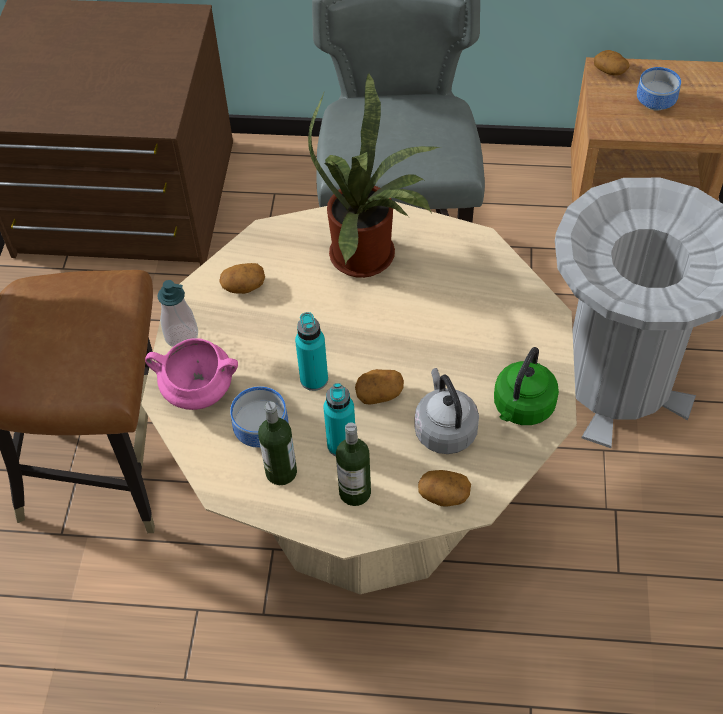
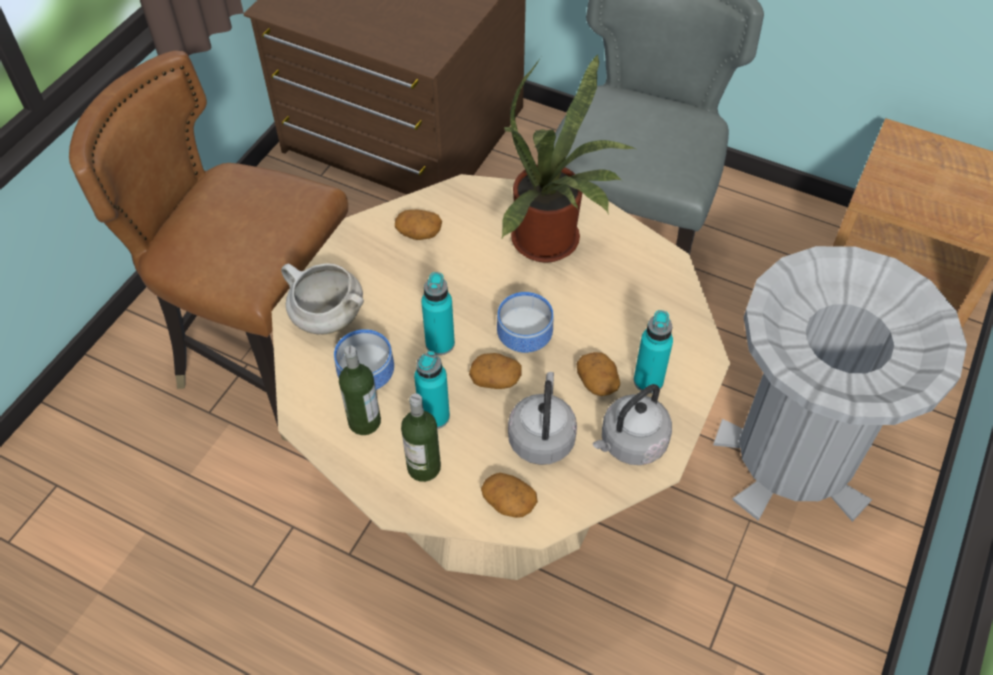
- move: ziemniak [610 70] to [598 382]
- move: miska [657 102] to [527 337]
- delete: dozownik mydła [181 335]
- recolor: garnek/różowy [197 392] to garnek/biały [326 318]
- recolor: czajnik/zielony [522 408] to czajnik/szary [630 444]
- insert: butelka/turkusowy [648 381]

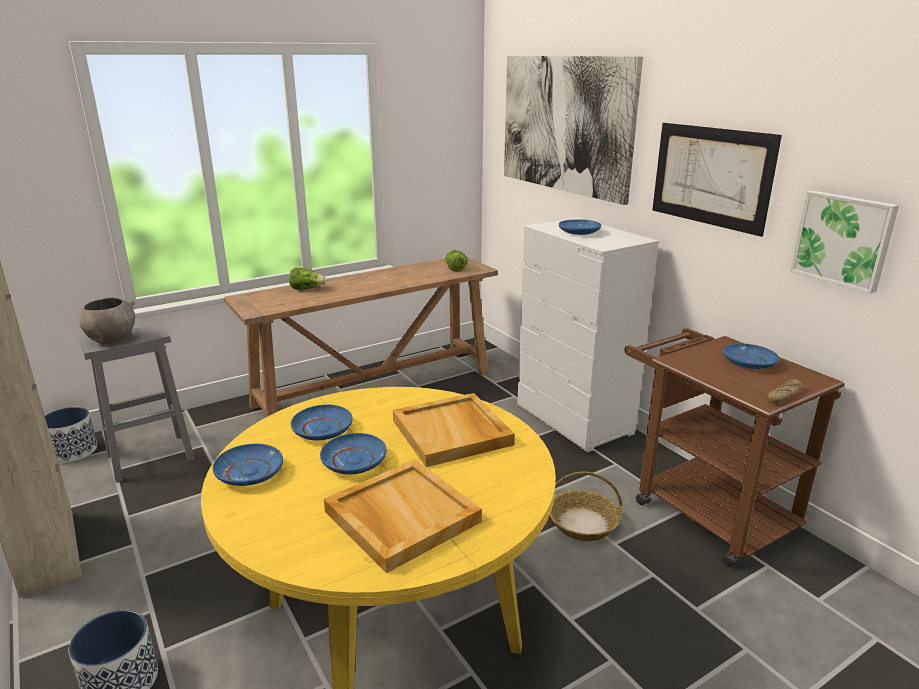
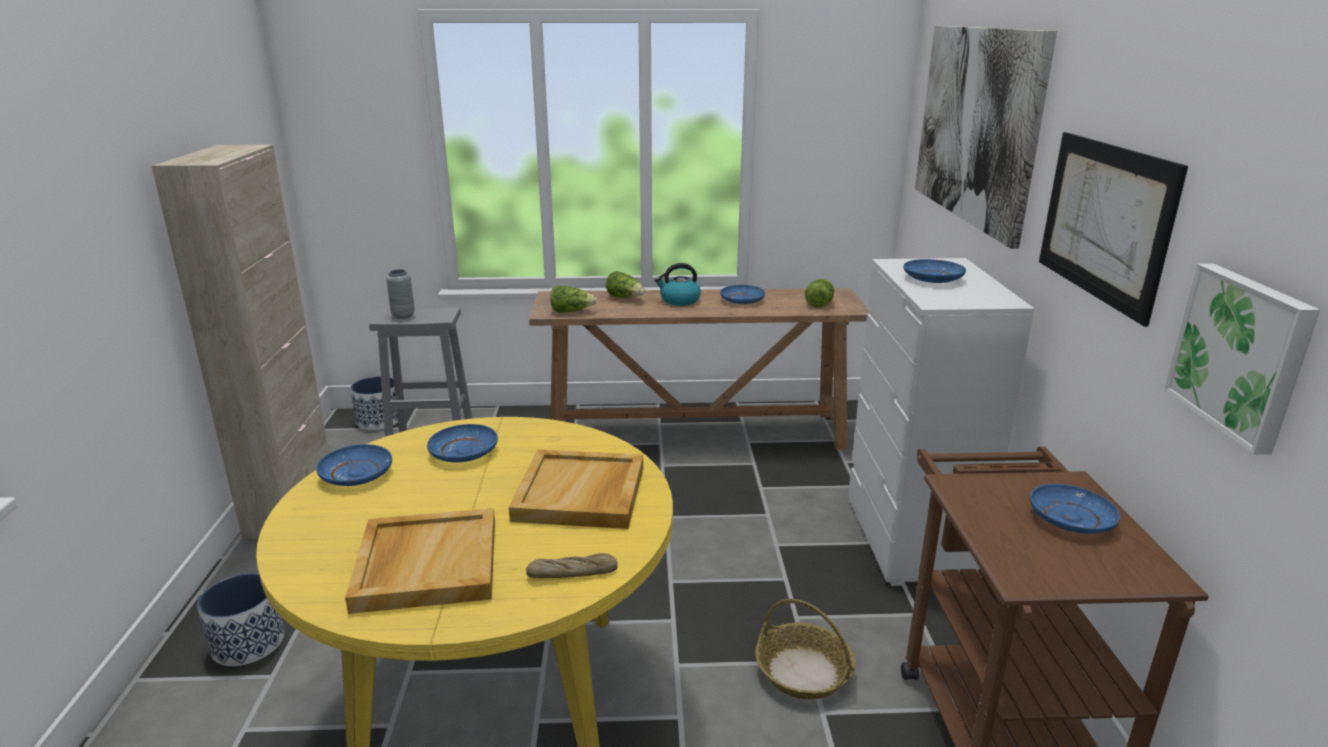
- replace: miska/szary [112 339] to wazon/szary [403 315]
- move: chleb [784 396] to [572 573]
- move: talerz/niebieski [354 461] to [742 300]
- insert: czajnik [679 300]
- insert: sałata [571 311]

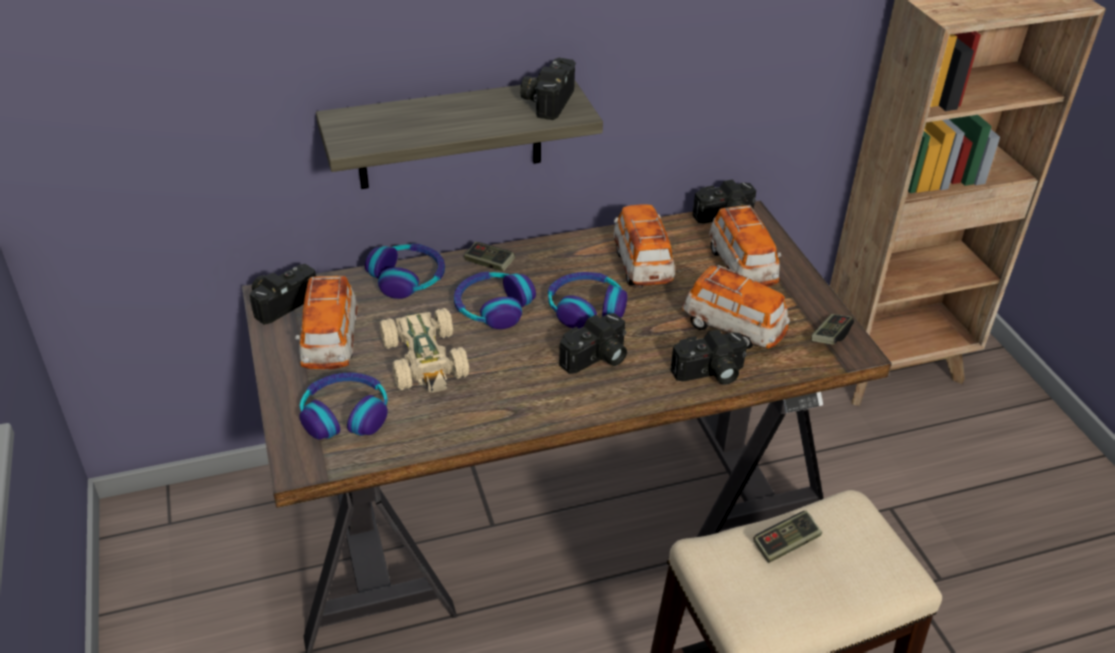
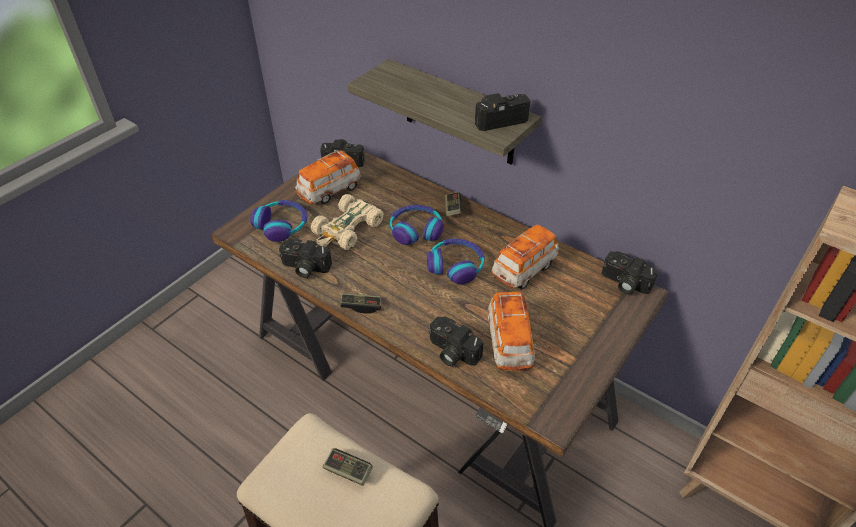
- delete: samochodzik [741 267]
- delete: słuchawki [408 278]
- move: aparat fotograficzny [597 359] to [304 268]
- move: pad do gier [830 336] to [361 306]

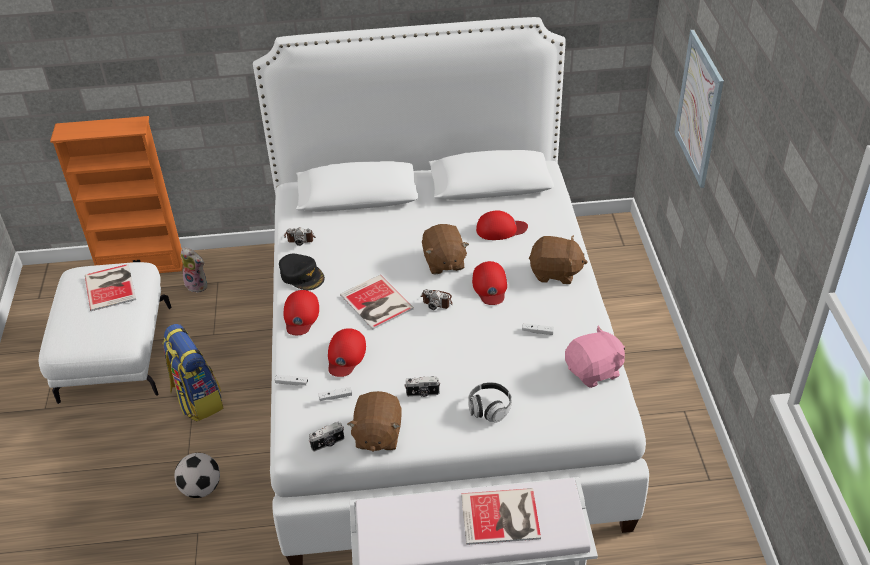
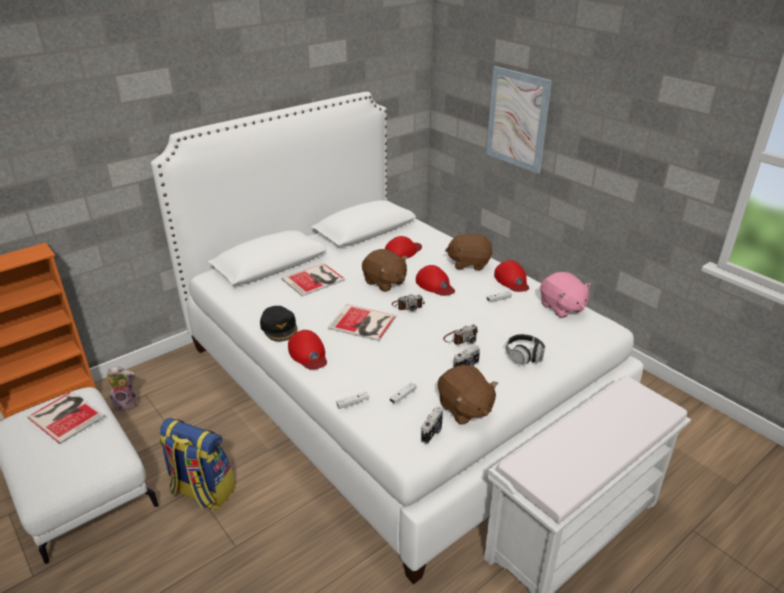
- move: aparat fotograficzny [300 238] to [460 338]
- rotate: pluszak/brązowy [555 273] = [469 263] 150 degrees counterclockwise
- rotate: czapka z daszkiem/czarny [302 275] = [279 327] 60 degrees clockwise
- rotate: pluszak/różowy [594 371] = [562 307] 120 degrees clockwise
- move: czapka z daszkiem/czerwony [345 355] to [512 280]
- delete: piłka futbolowa [201 488]
- move: książka [502 518] to [315 280]

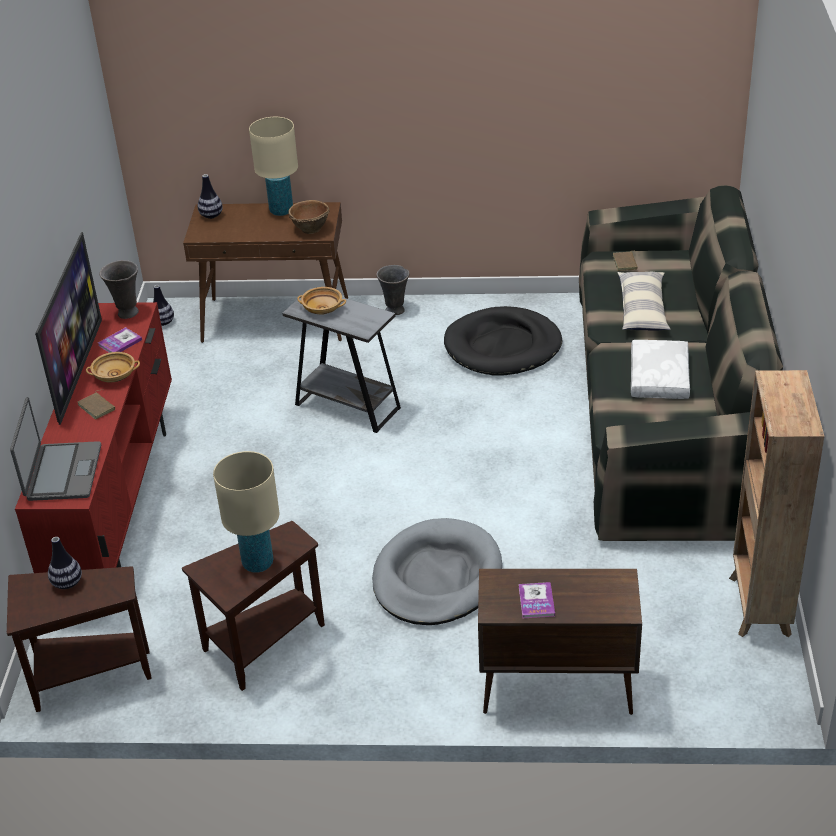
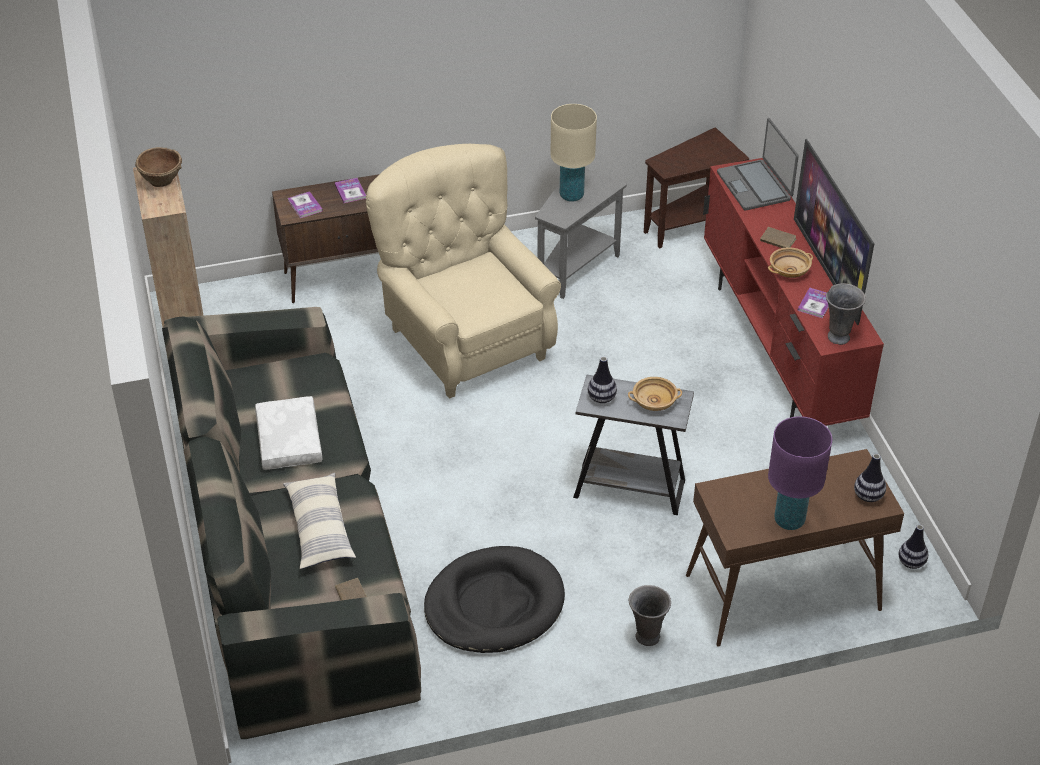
- recolor: lampa stołowa/beżowy [281 211] to lampa stołowa/fioletowy [789 520]
- move: miska/brązowy [310 229] to [162 180]
- replace: legowisko/szary [436 577] to fotel/beżowy [464 339]
- recolor: stolik/brązowy [263 645] to stolik/szary [576 267]
- move: wazon [67 583] to [601 398]
- insert: książka [305 206]

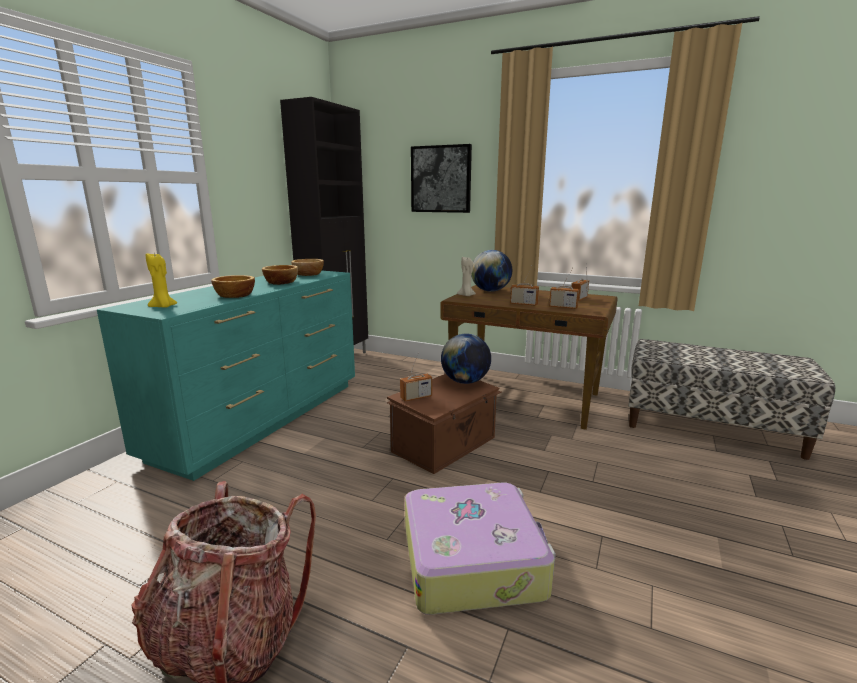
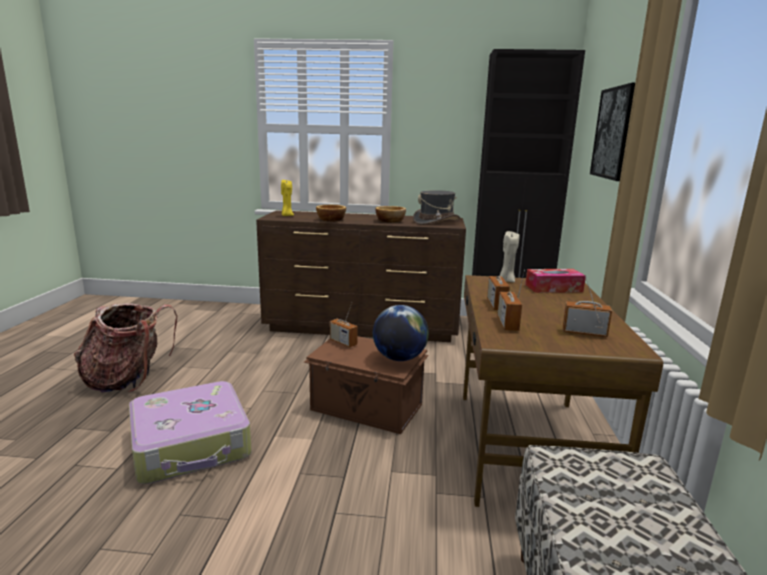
- replace: globus [490 291] to pudełko chusteczek [553 288]
- replace: miska [309 274] to kapelusz/szary [436 222]
- recolor: komoda/turkusowy [264 418] to komoda/brązowy [363 327]

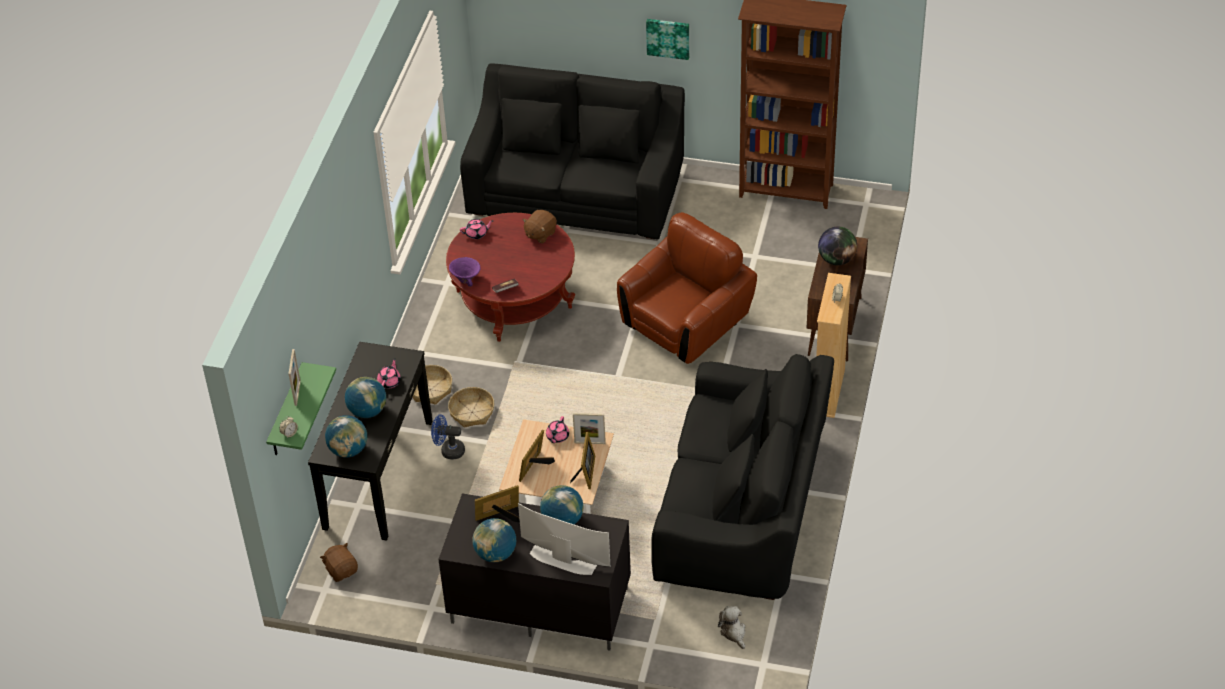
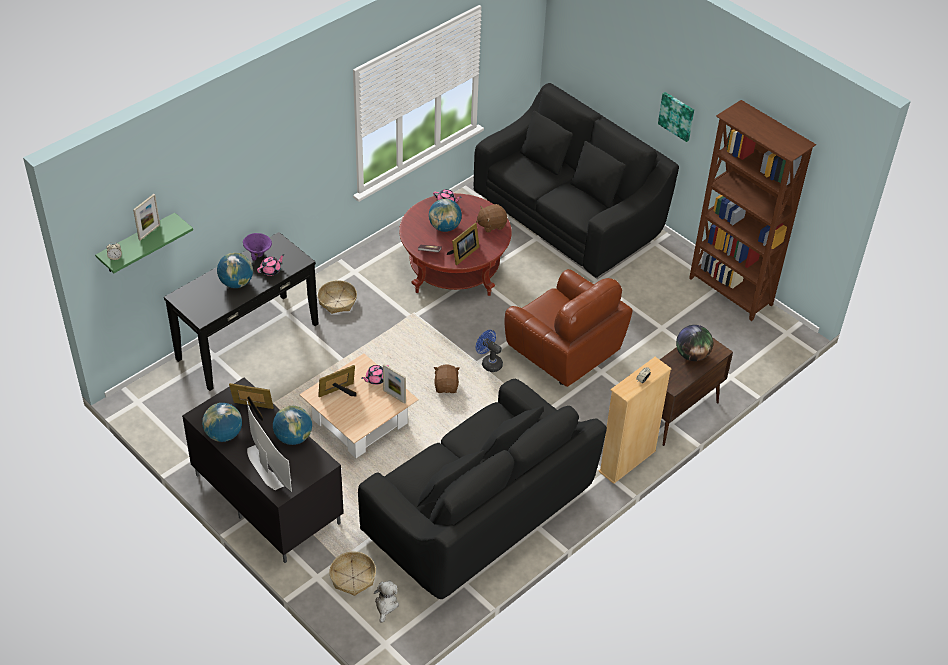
- rotate: fotel/brązowy [686 324] = [563 351] 60 degrees clockwise
- move: miska/fioletowy [466 279] to [258 253]
- move: koszyk [472 412] to [353 578]
- move: wentylator/niebieski [448 450] to [489 363]
- move: globus [348 450] to [444 227]
- move: ramka na zdjęcie [586 473] to [463 254]
- move: pluszak/brązowy [341 570] to [446 386]

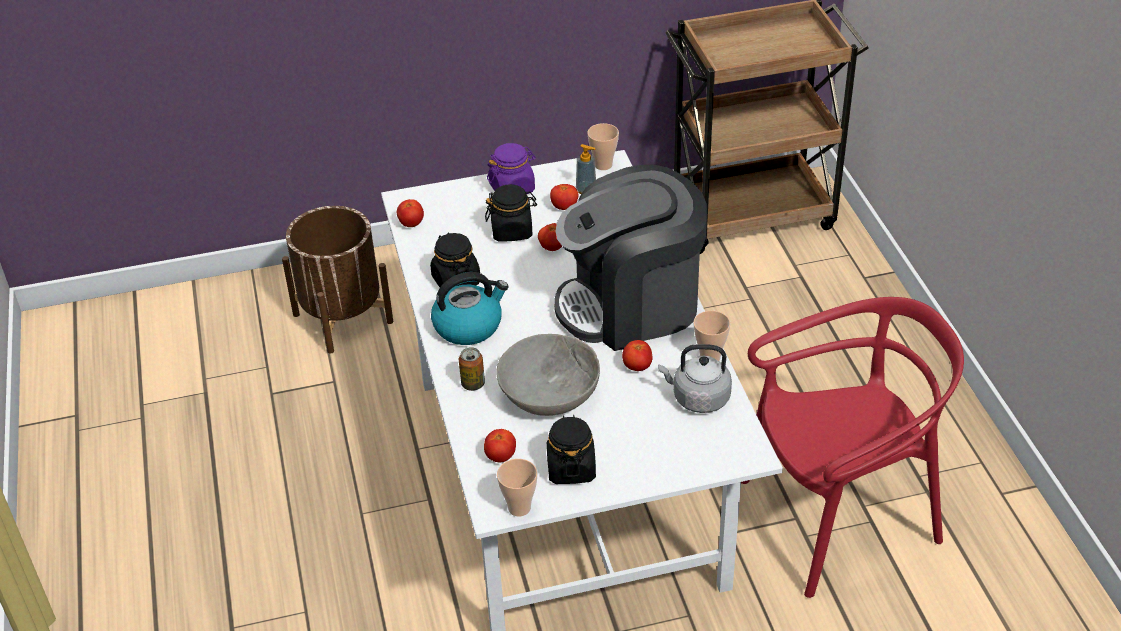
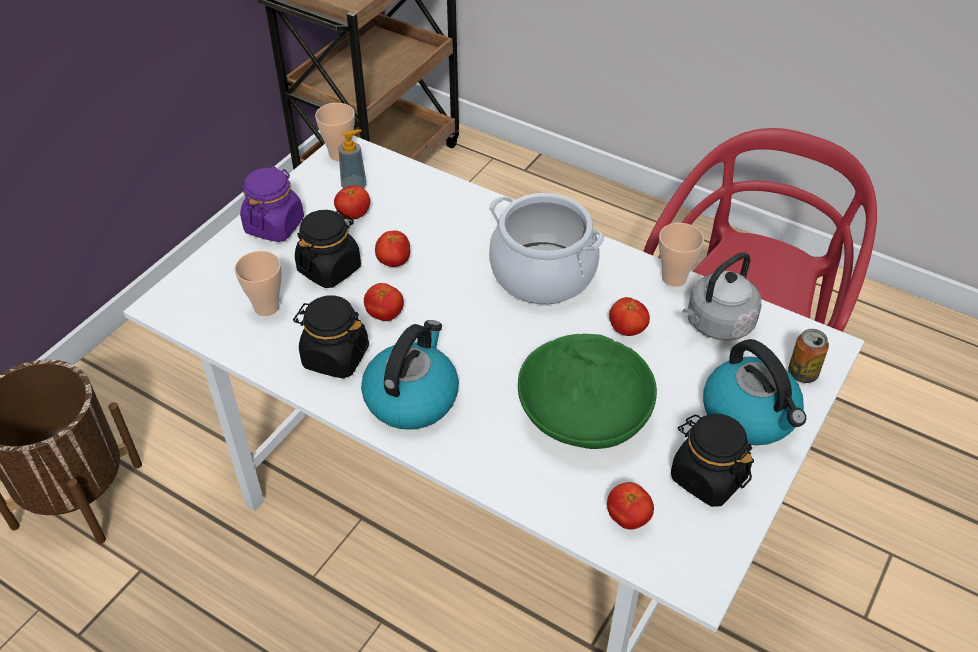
- replace: ekspres do kawy [631 305] to garnek [543 273]
- move: pomidor [411 223] to [385 315]
- recolor: miska/szary [549 392] to miska/zielony [583 413]
- move: puszka [473 384] to [802 373]
- move: filiżanka [519 508] to [266 307]
- insert: czajnik [750 415]

